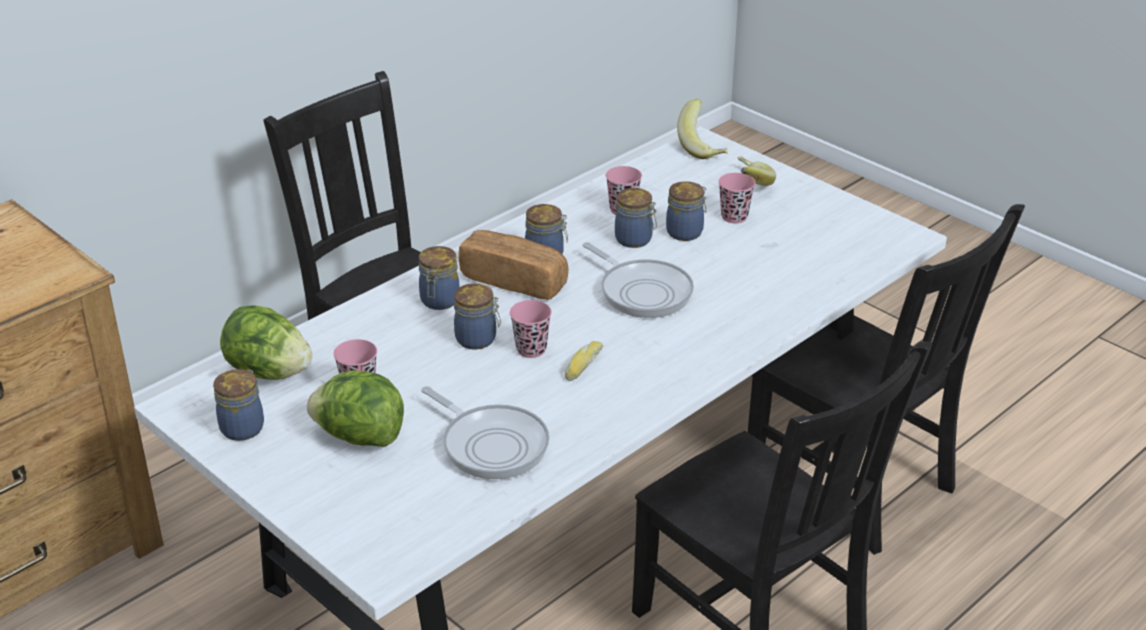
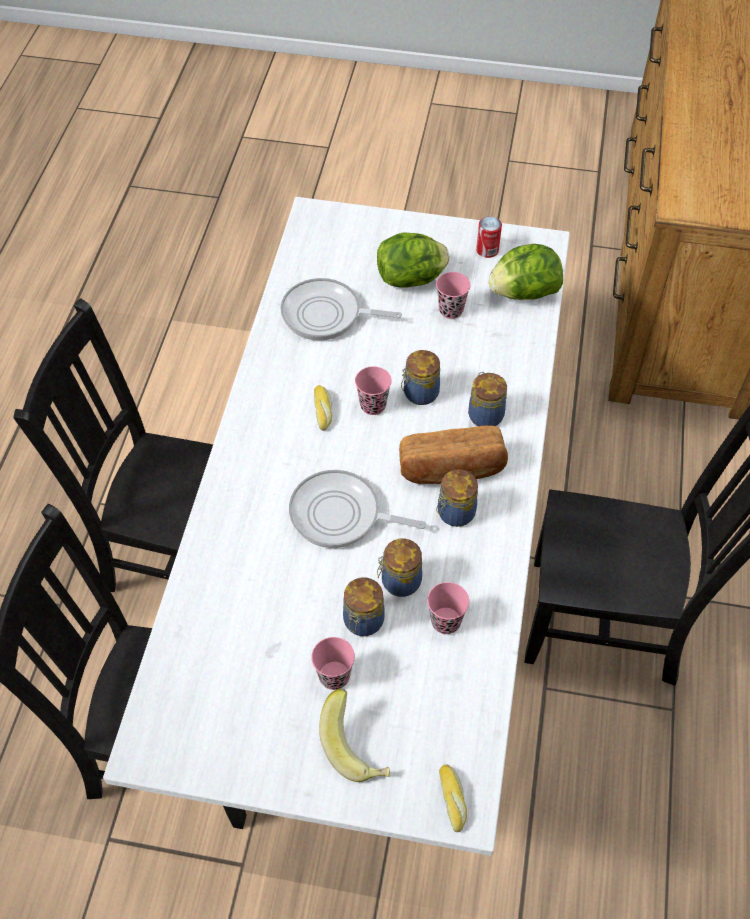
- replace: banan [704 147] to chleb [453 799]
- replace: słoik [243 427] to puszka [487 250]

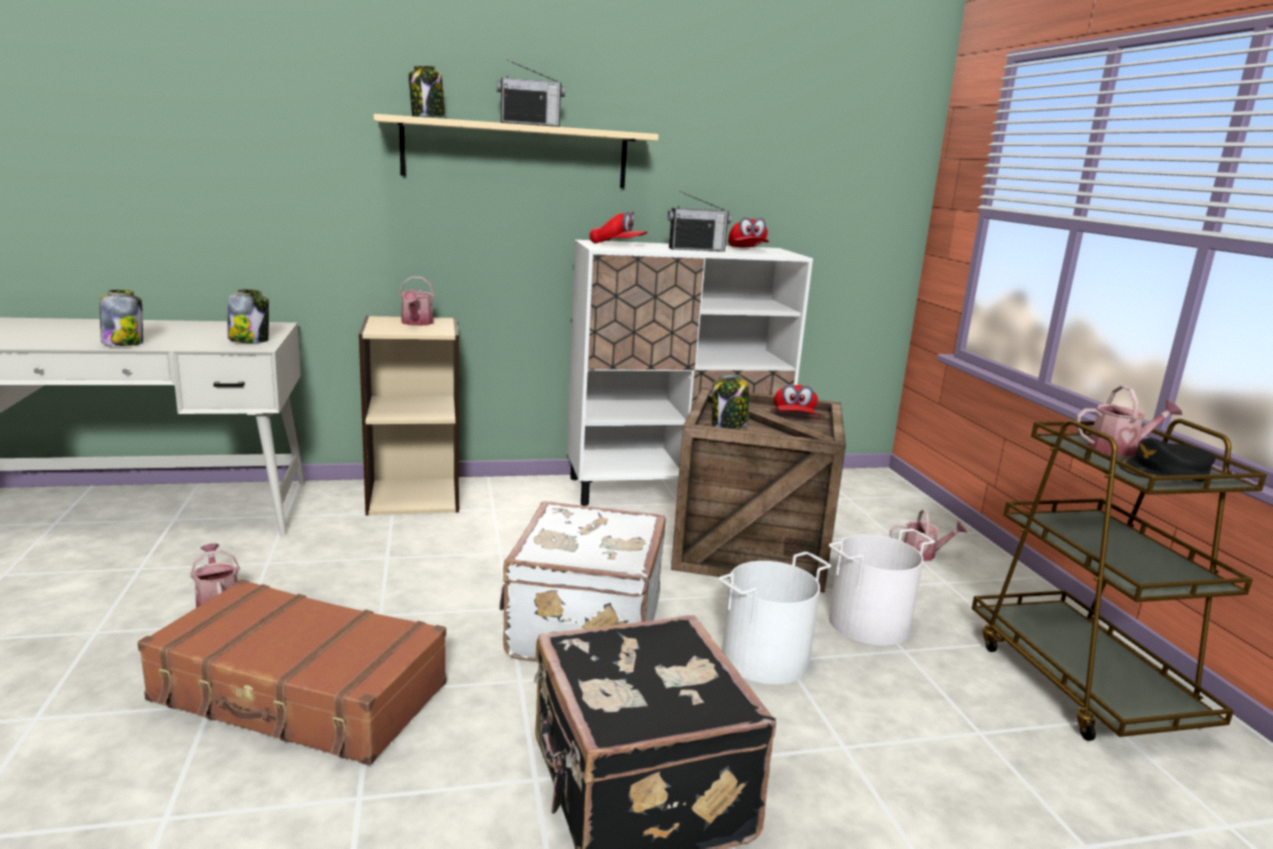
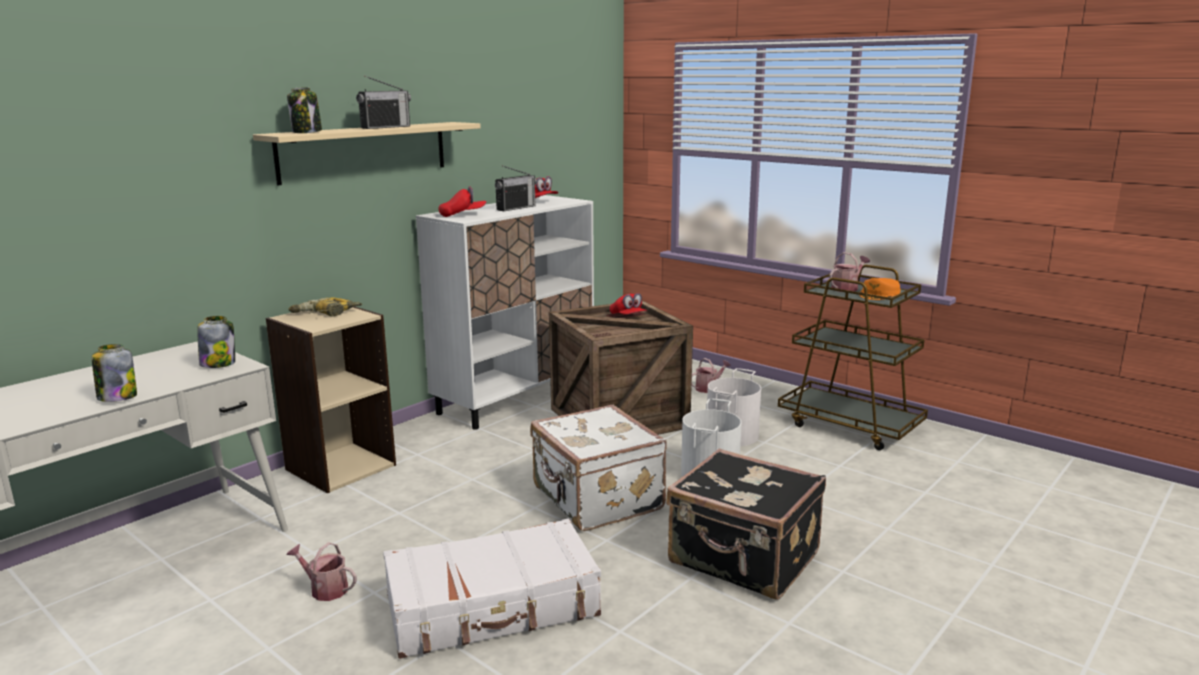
- replace: konewka [416 323] to wiertarka [325 314]
- delete: słoik [728 425]
- recolor: czapka z daszkiem/czarny [1164 471] to czapka z daszkiem/pomarańczowy [879 294]
- recolor: walizka/brązowy [300 694] to walizka/biały [493 607]

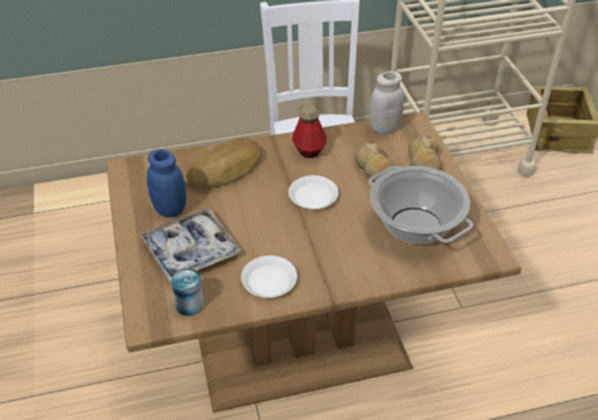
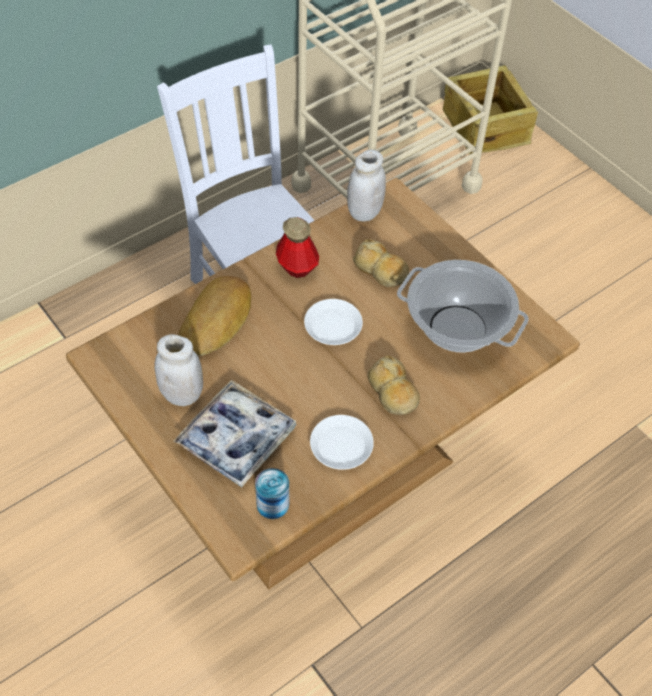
- move: chleb [423 163] to [392 392]
- recolor: słoik/niebieski [170 209] to słoik/biały [182 394]

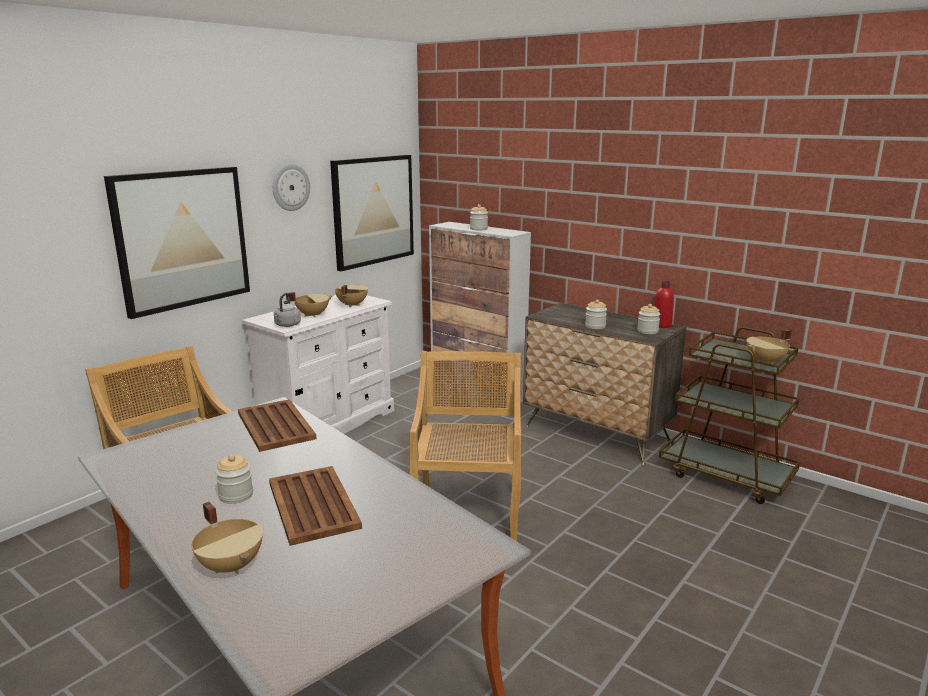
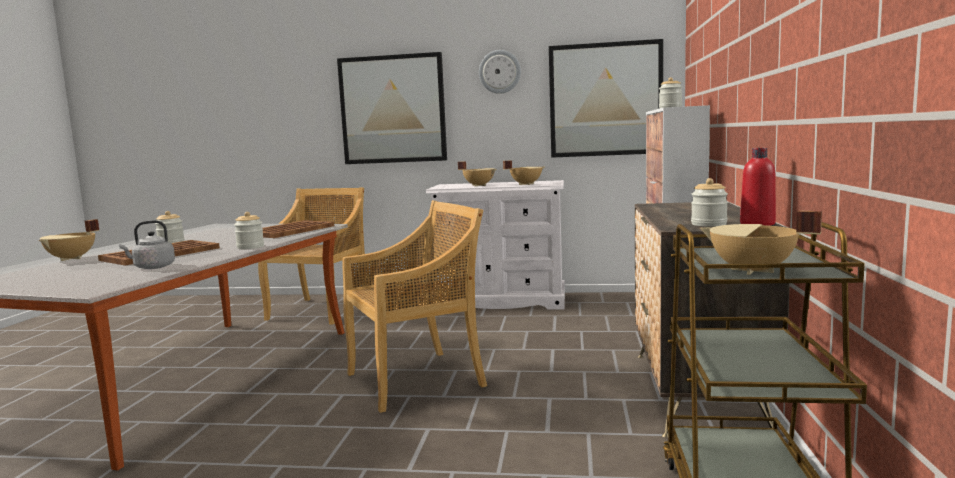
- move: czajnik/szary [287 325] to [152 267]
- move: słoik [595 326] to [250 247]

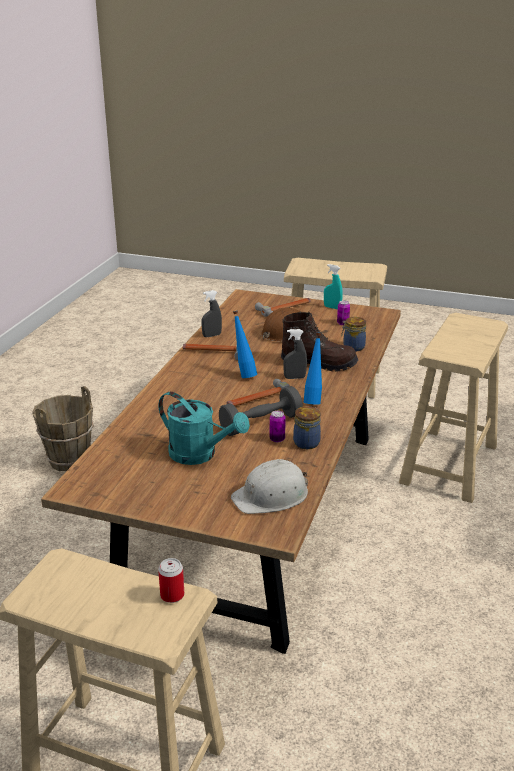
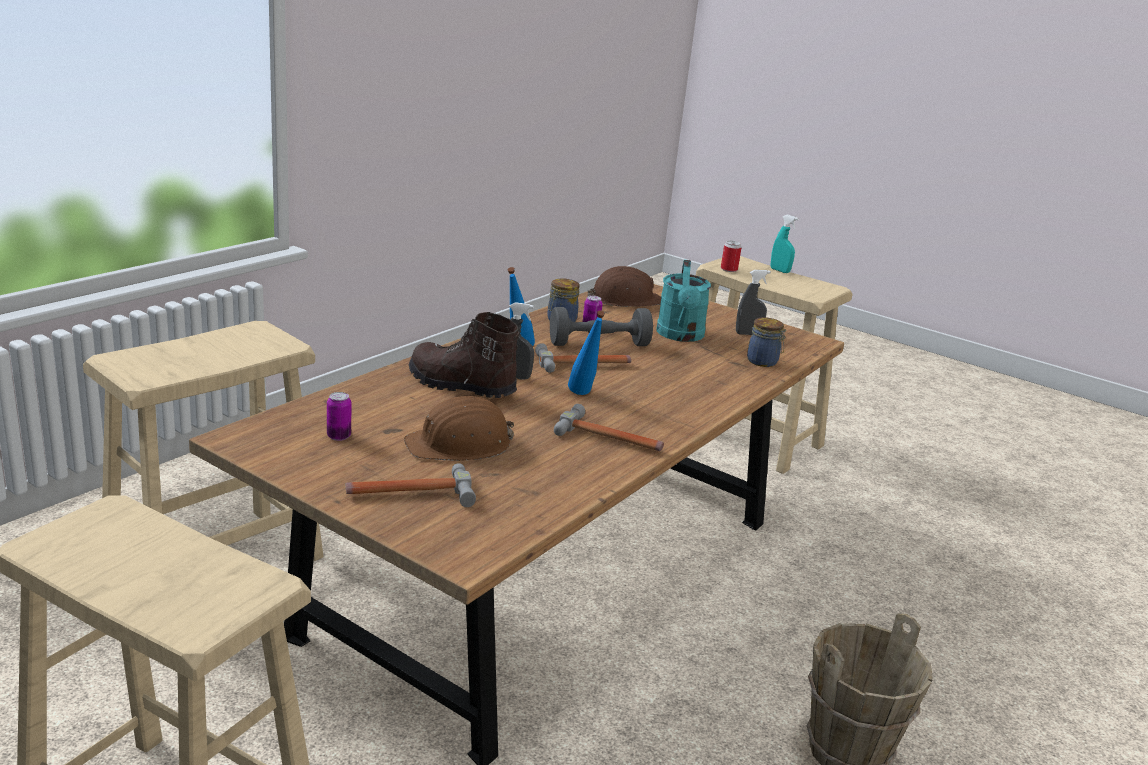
- move: spryskiwacz/turkusowy [332 307] to [780 270]
- move: spryskiwacz/szary [212 335] to [748 334]
- move: słoik [352 347] to [763 362]
- rotate: konewka/turkusowy [200 455] = [680 336] 135 degrees counterclockwise
- recolor: kask/biały [272 495] to kask/brązowy [625 300]

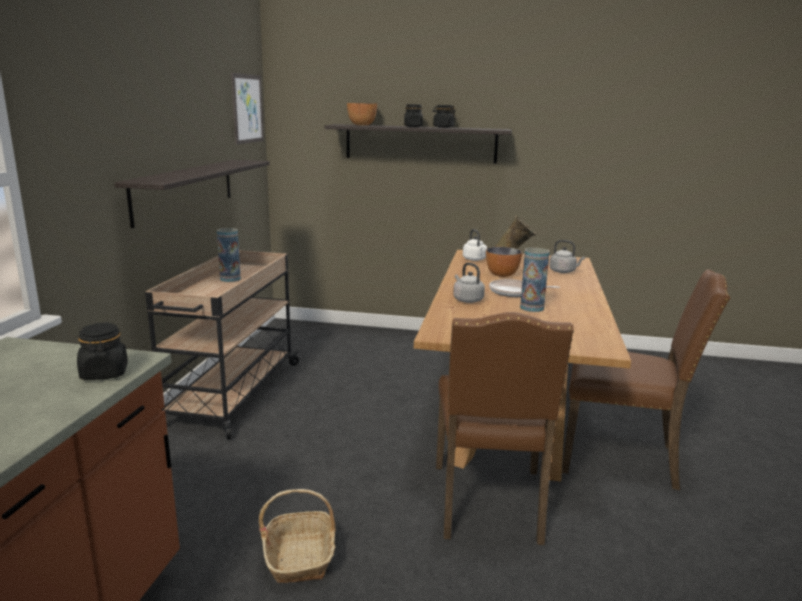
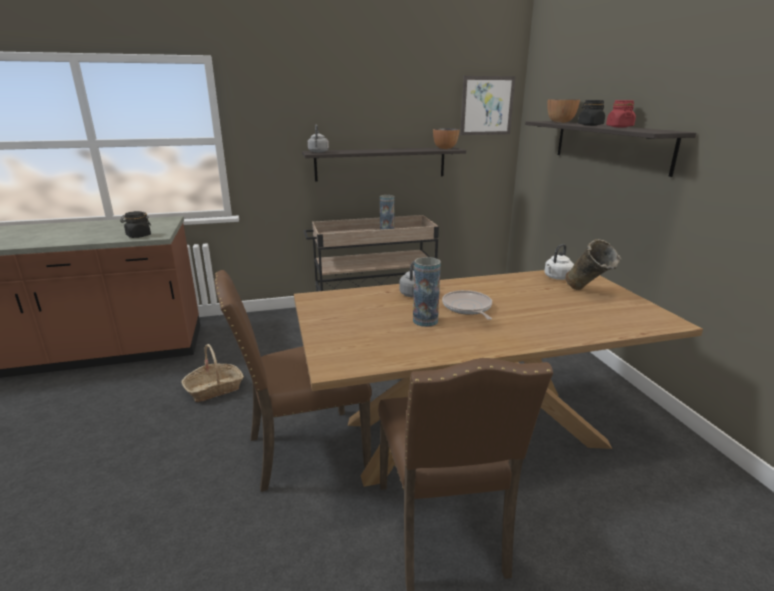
- recolor: słoik/czarny [443 127] to słoik/czerwony [619 127]
- move: czajnik/szary [564 271] to [318 152]
- move: miska [502 275] to [445 148]

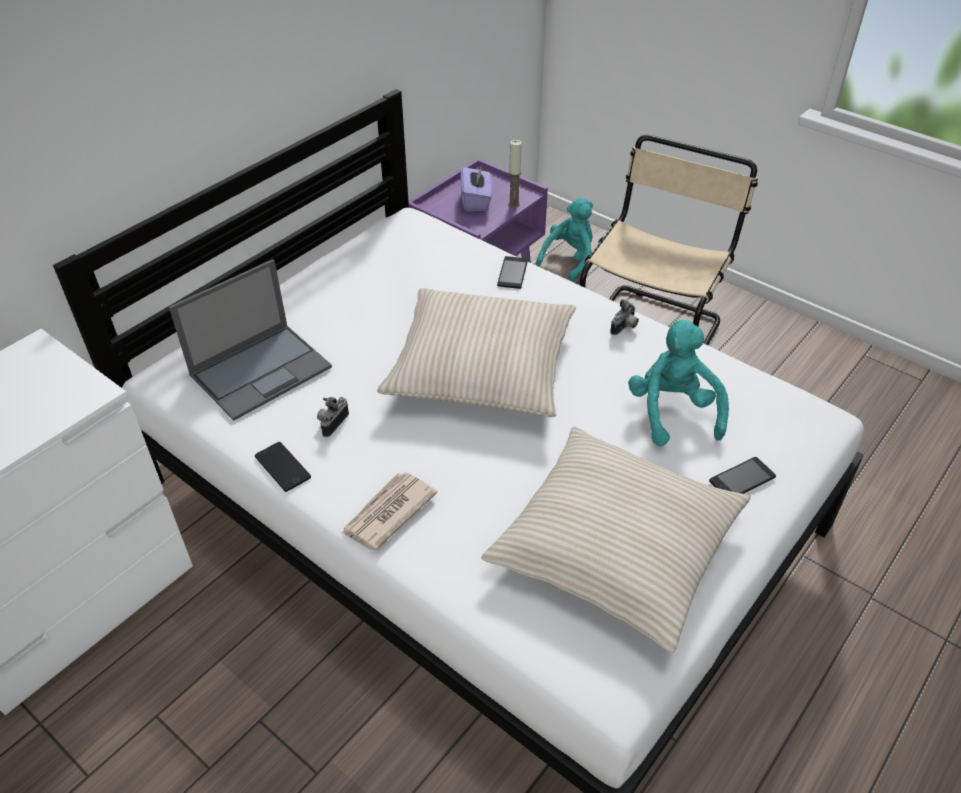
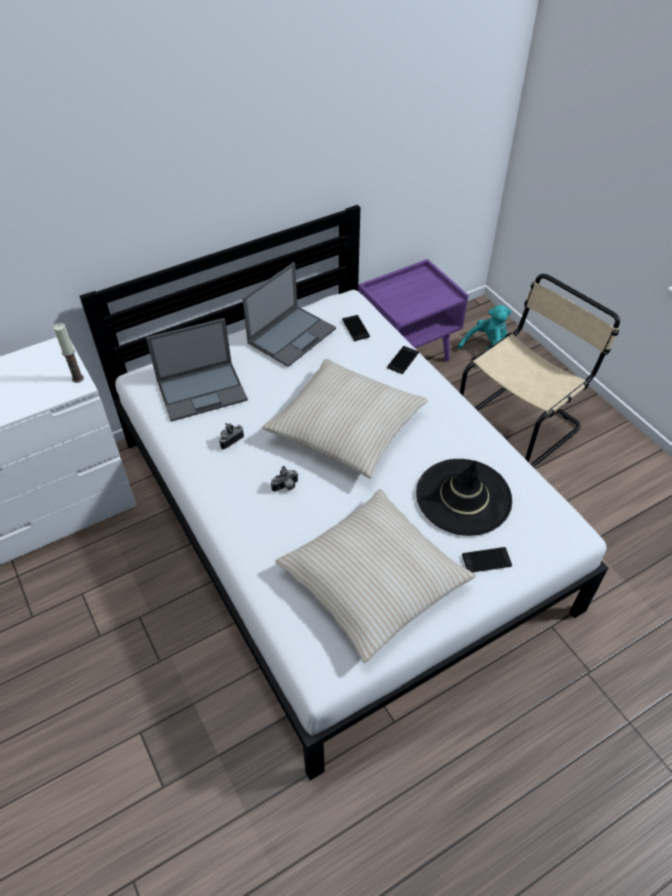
- move: świeca [514 204] to [77 378]
- delete: pudełko chusteczek/fioletowy [476 201]
- move: aparat fotograficzny [625 328] to [286 487]
- replace: pluszak/turkusowy [672 412] to kapelusz/czarny [463 497]
- move: telefon [282 467] to [355 328]
- delete: gazeta [387 513]
- insert: laptop [292 335]

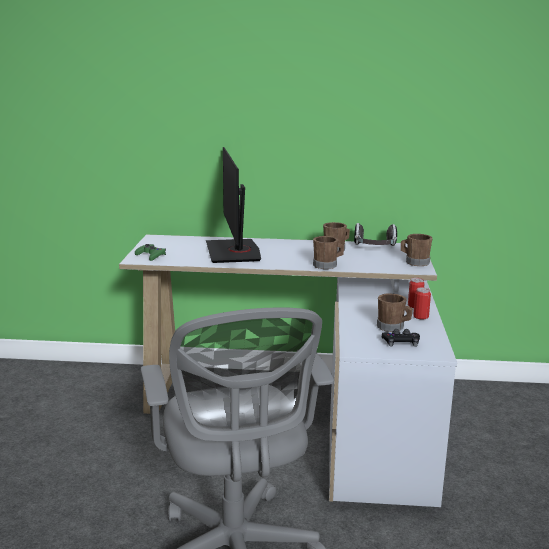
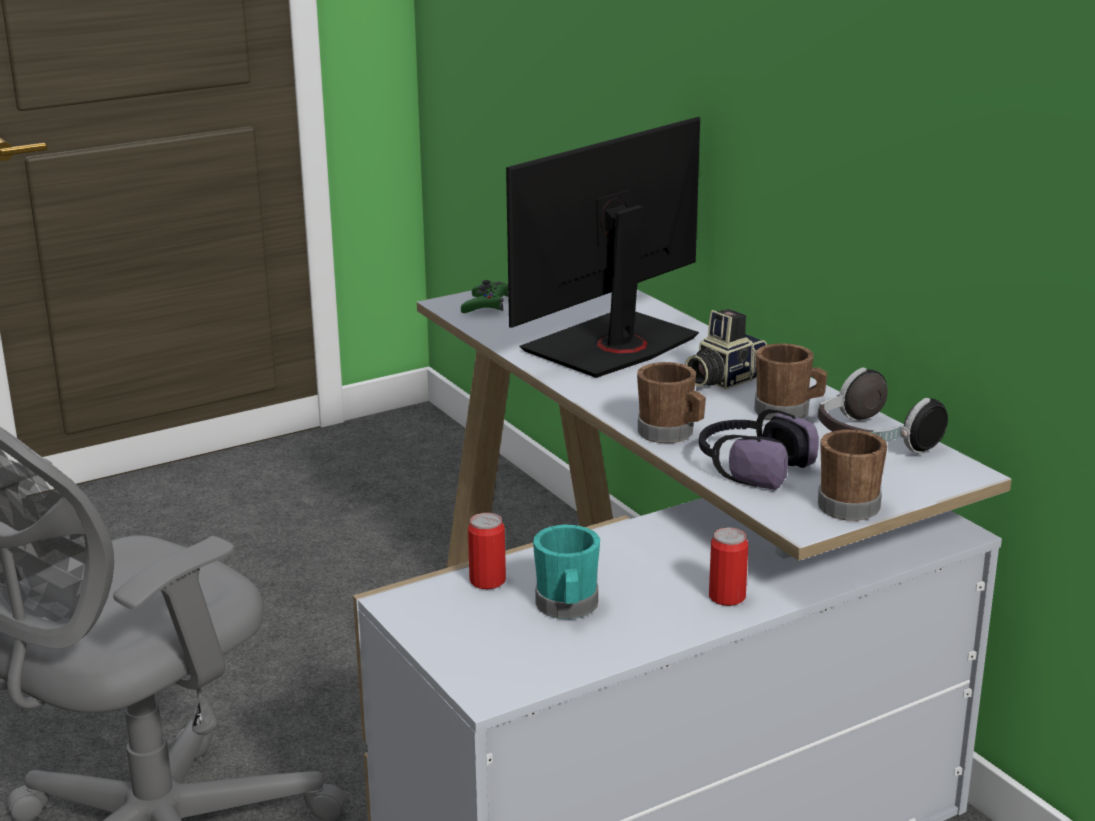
- move: puszka [420 317] to [487 581]
- recolor: kubek/brązowy [393 327] to kubek/turkusowy [567 608]
- delete: pad do gier/czarny [400 342]
- insert: aparat fotograficzny [722 379]
- insert: słuchawki [751 467]

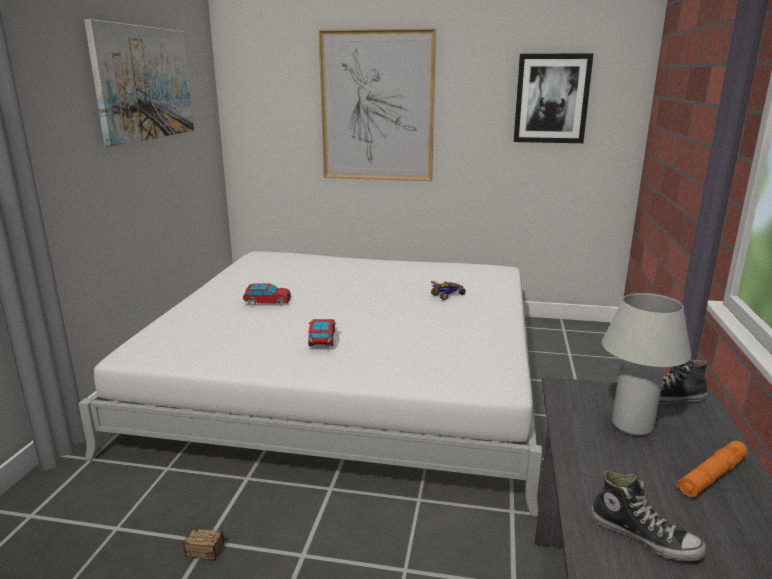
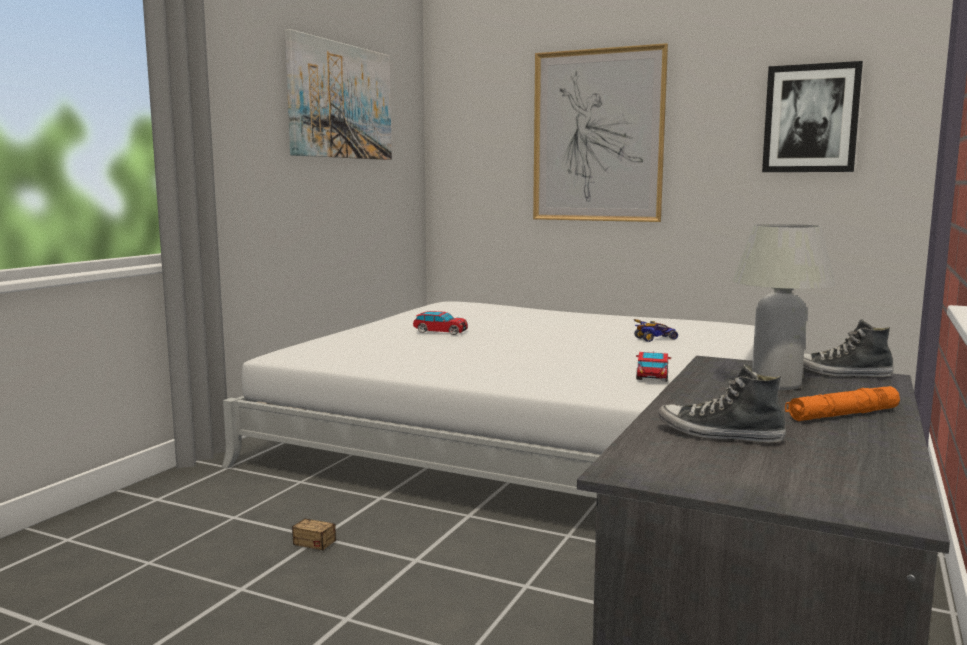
- move: samochodzik [322 339] to [652 376]
- rotate: but [644 536] = [719 435] 150 degrees clockwise

